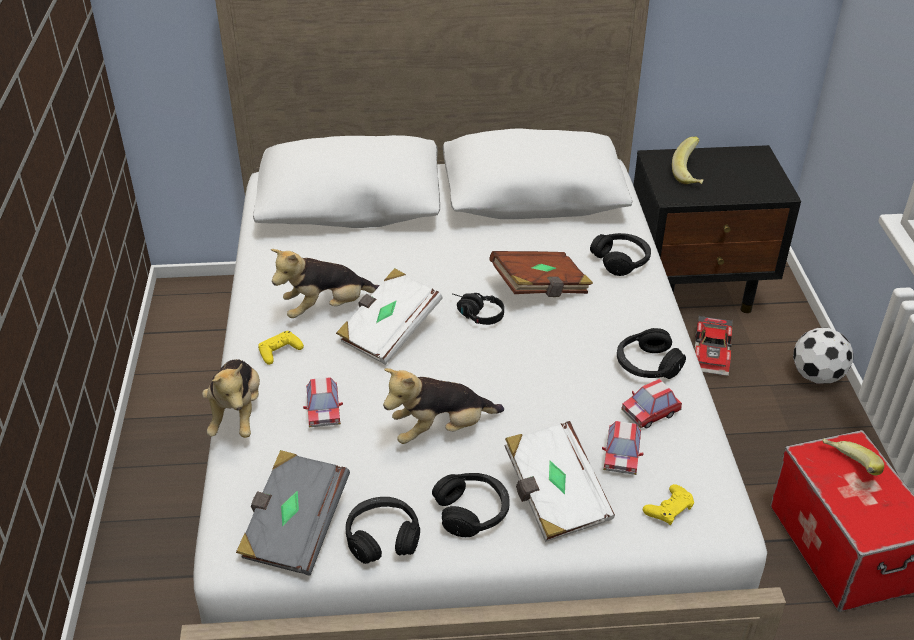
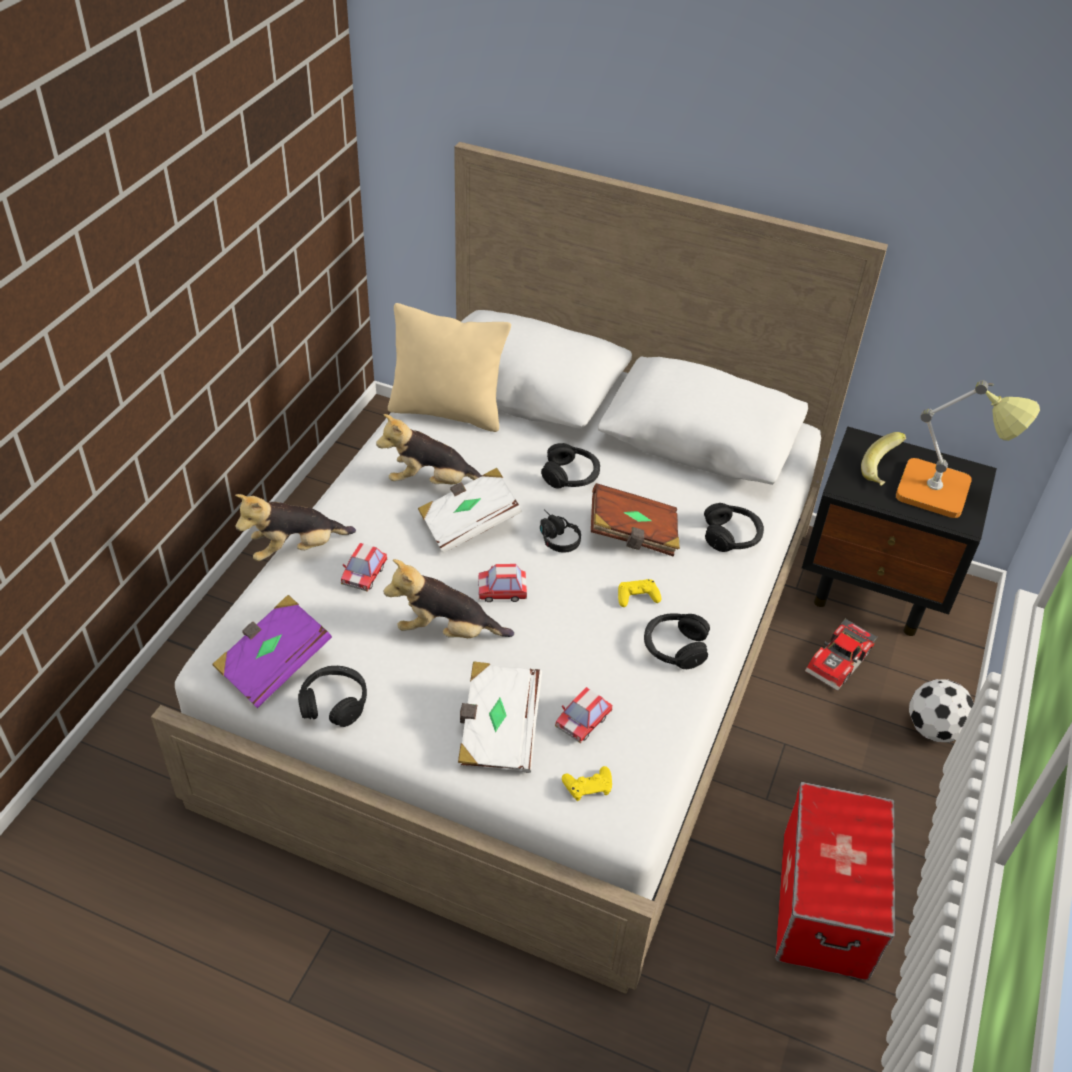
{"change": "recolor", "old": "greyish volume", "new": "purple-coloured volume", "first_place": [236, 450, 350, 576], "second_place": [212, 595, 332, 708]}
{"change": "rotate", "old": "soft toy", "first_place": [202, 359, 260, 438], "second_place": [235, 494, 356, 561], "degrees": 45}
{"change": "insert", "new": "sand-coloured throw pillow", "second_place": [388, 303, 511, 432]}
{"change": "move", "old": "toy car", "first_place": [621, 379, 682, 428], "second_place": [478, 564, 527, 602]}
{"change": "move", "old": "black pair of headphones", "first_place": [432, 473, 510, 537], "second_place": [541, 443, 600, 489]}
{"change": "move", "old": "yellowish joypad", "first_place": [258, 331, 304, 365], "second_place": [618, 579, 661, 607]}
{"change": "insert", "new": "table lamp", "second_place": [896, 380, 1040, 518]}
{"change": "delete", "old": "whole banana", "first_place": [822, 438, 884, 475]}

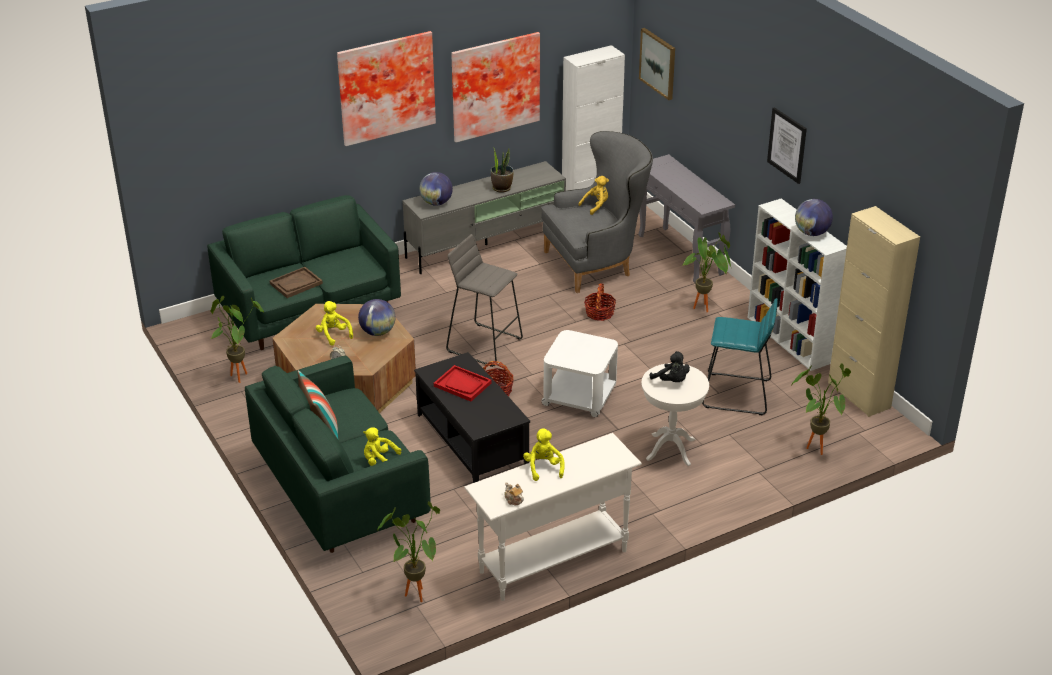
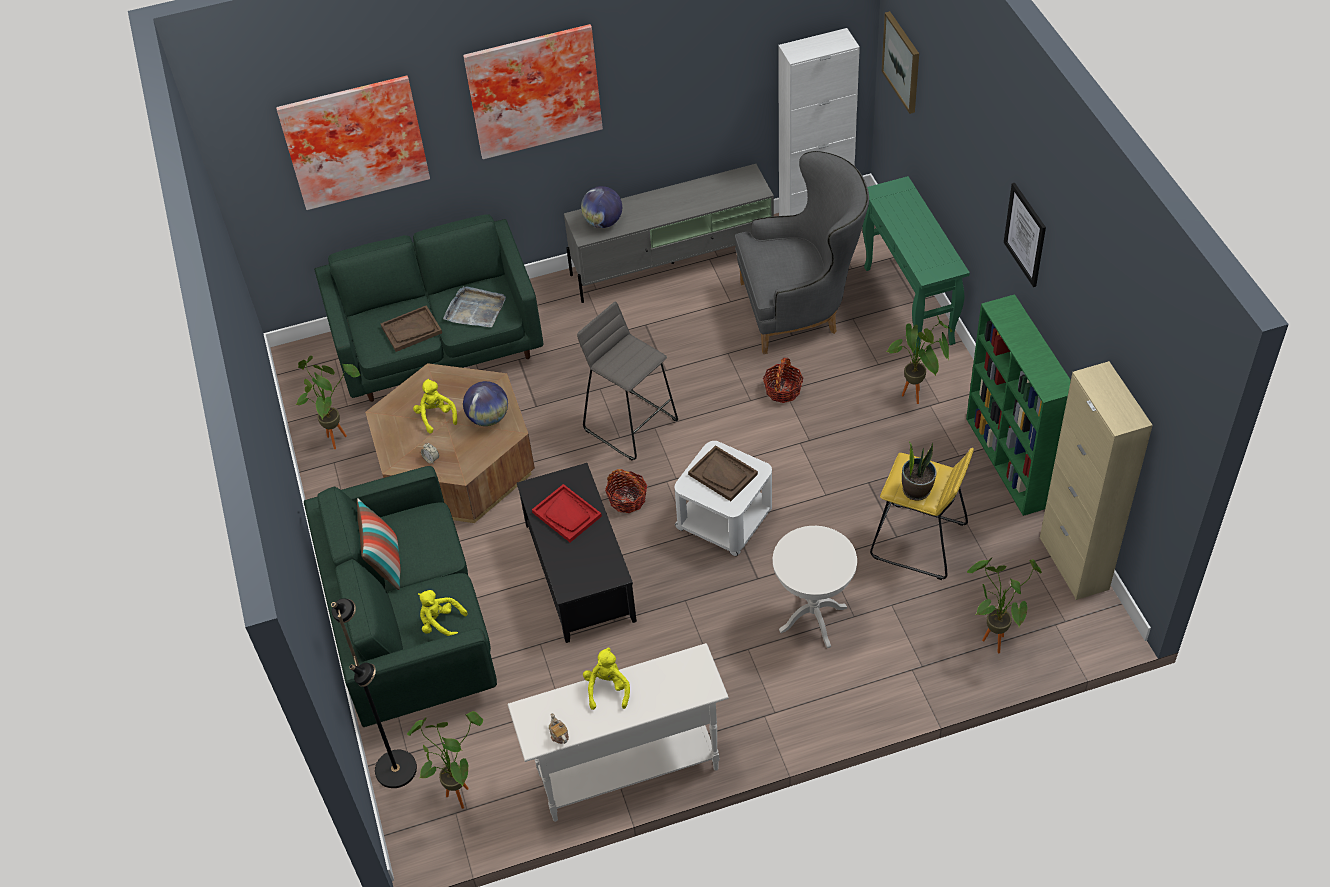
{"change": "move", "old": "wall picture", "first_place": [451, 32, 540, 142], "second_place": [276, 76, 430, 210]}
{"change": "insert", "new": "black standing lamp", "second_place": [331, 598, 417, 788]}
{"change": "insert", "new": "greyish tray", "second_place": [443, 286, 506, 327]}
{"change": "insert", "new": "brownish tray", "second_place": [688, 445, 758, 501]}
{"change": "recolor", "old": "greyish console table", "new": "greenish console table", "first_place": [638, 154, 735, 284], "second_place": [862, 176, 970, 355]}
{"change": "recolor", "old": "turquoise stool seat", "new": "yellowish stool seat", "first_place": [702, 298, 778, 415], "second_place": [870, 448, 974, 580]}
{"change": "move", "old": "houseplant", "first_place": [491, 147, 514, 193], "second_place": [902, 441, 937, 501]}
{"change": "recolor", "old": "white bookshelf", "new": "greenish bookshelf", "first_place": [748, 198, 847, 371], "second_place": [966, 294, 1071, 516]}
{"change": "delete", "old": "yellowish soft toy", "first_place": [578, 176, 609, 215]}
{"change": "delete", "old": "black soft toy", "first_place": [650, 351, 690, 382]}
{"change": "delete", "old": "world globe", "first_place": [795, 199, 833, 236]}

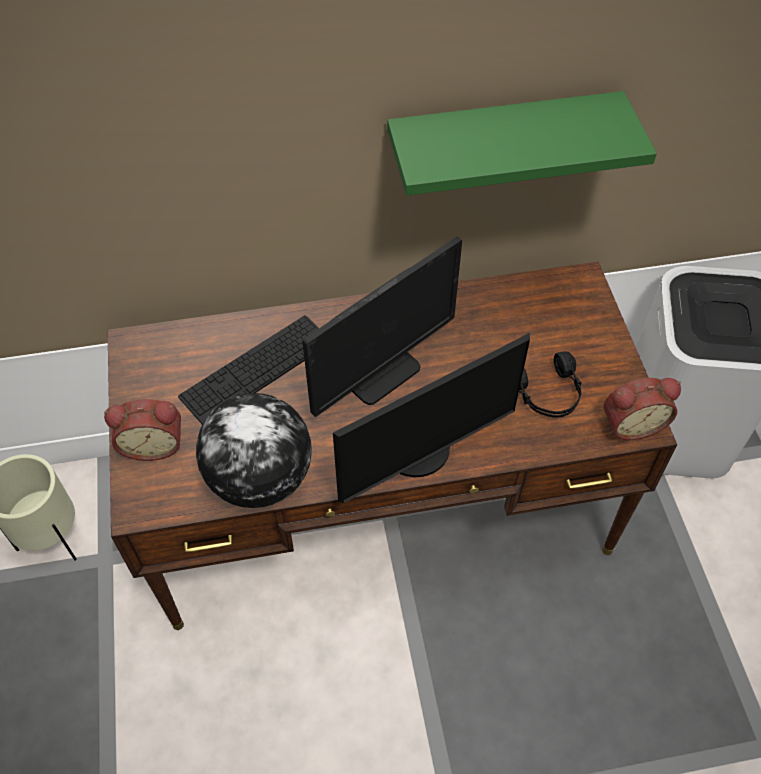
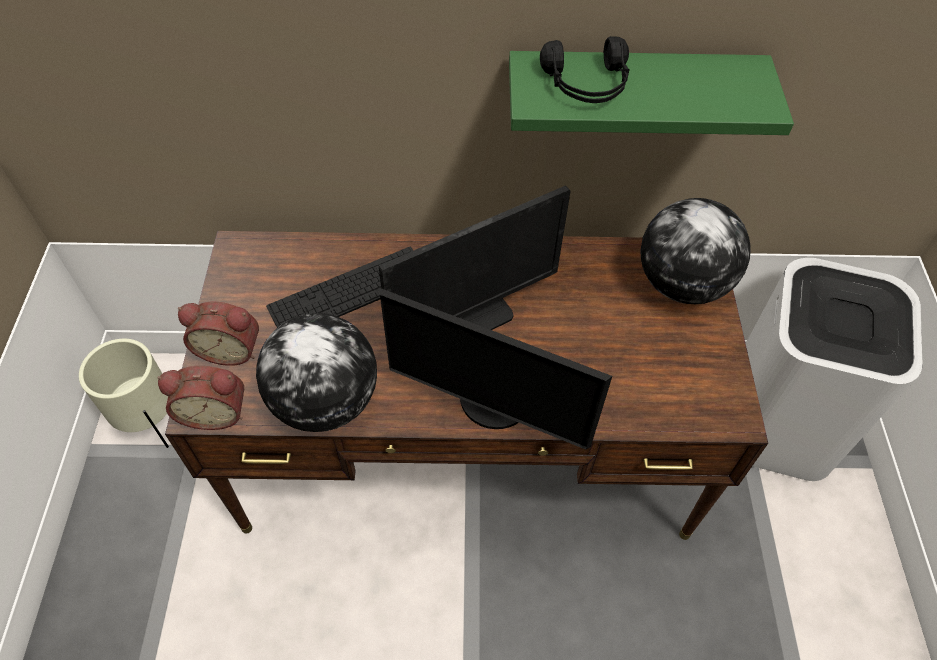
{"change": "move", "old": "alarm clock", "first_place": [603, 378, 681, 440], "second_place": [157, 366, 244, 430]}
{"change": "rotate", "old": "computer screen", "first_place": [333, 333, 530, 503], "second_place": [379, 288, 612, 450], "degrees": 45}
{"change": "move", "old": "black pair of headphones", "first_place": [519, 352, 582, 418], "second_place": [540, 36, 630, 103]}
{"change": "insert", "new": "world globe", "second_place": [640, 198, 750, 304]}

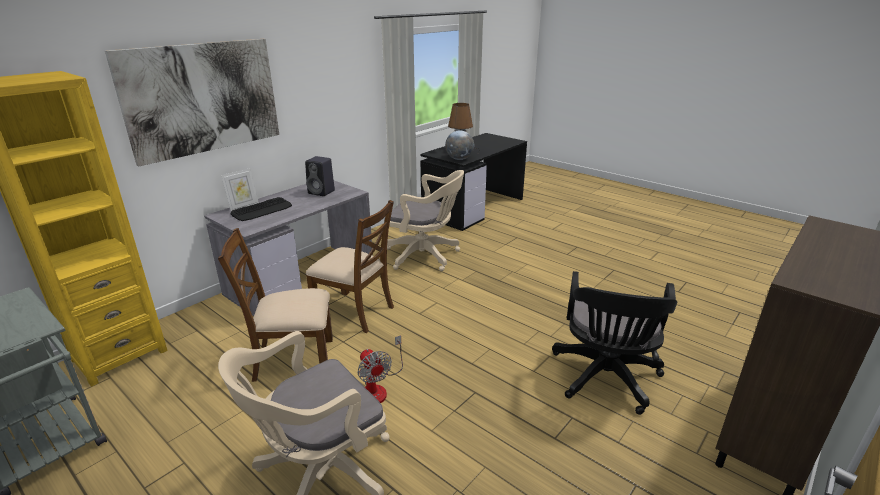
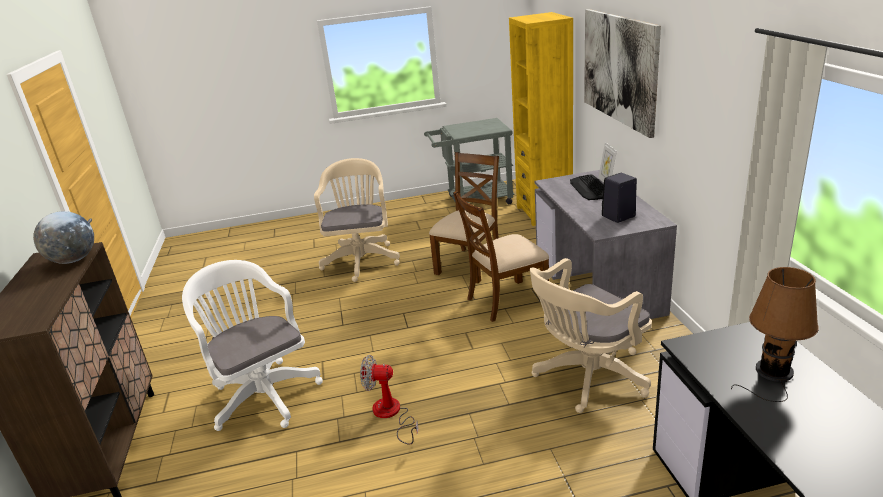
{"change": "move", "old": "world globe", "first_place": [445, 130, 474, 160], "second_place": [33, 211, 94, 264]}
{"change": "recolor", "old": "black office chair", "new": "white office chair", "first_place": [552, 271, 677, 415], "second_place": [182, 260, 323, 431]}
{"change": "move", "old": "cooling fan", "first_place": [357, 335, 403, 403], "second_place": [360, 355, 419, 445]}

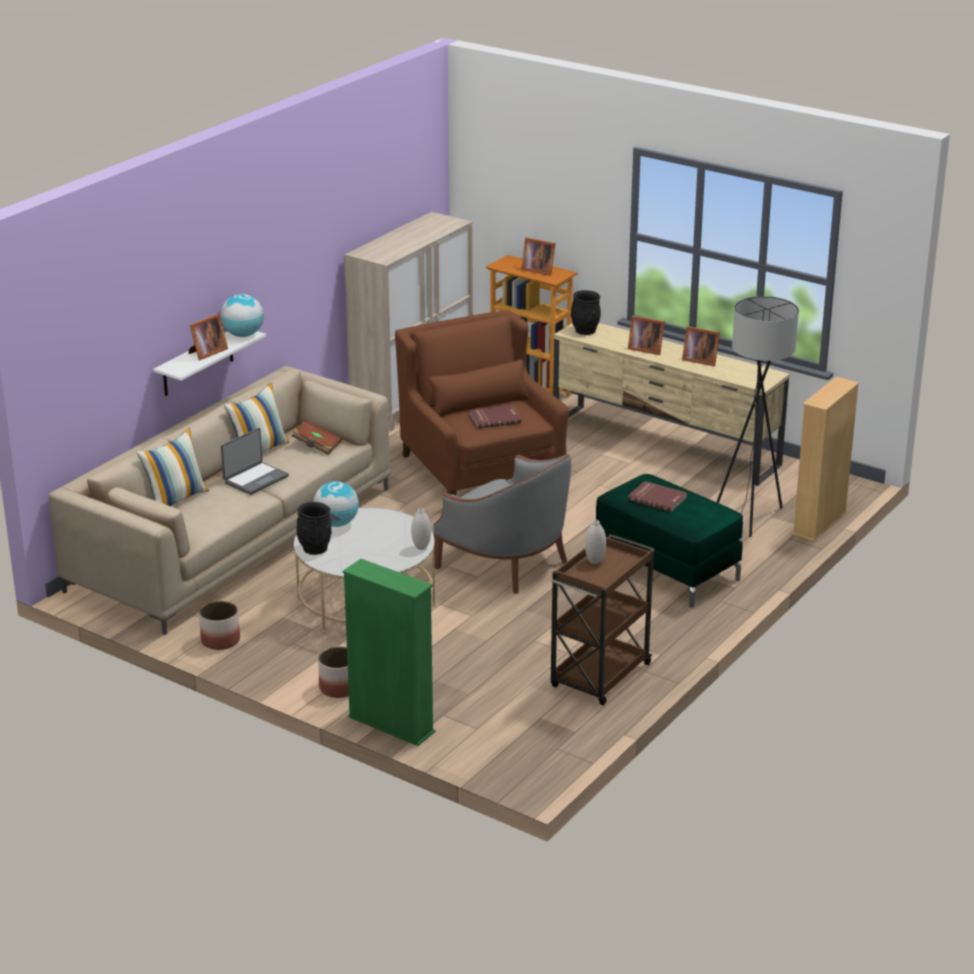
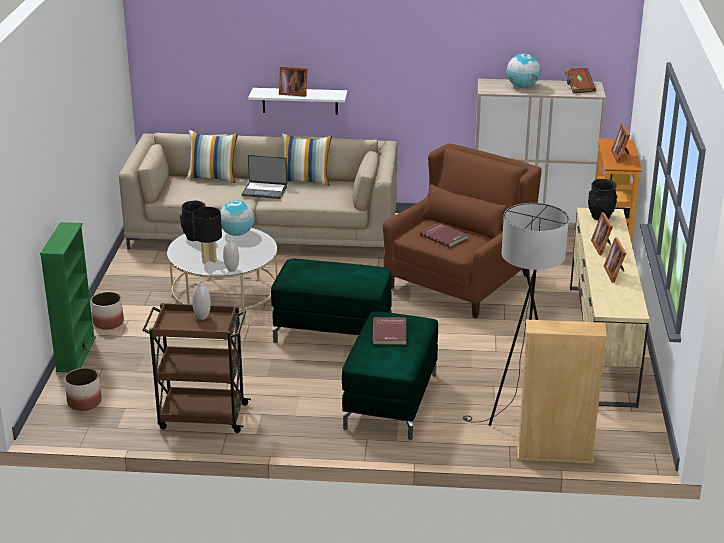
{"change": "move", "old": "planter", "first_place": [199, 601, 240, 650], "second_place": [65, 368, 102, 411]}
{"change": "insert", "new": "black table lamp", "second_place": [192, 207, 222, 264]}
{"change": "replace", "old": "greyish easy chair", "new": "greenish pouffe", "first_place": [434, 454, 571, 594], "second_place": [271, 259, 392, 343]}
{"change": "move", "old": "world globe", "first_place": [221, 294, 264, 337], "second_place": [507, 54, 541, 88]}
{"change": "move", "old": "brownish volume", "first_place": [292, 420, 342, 455], "second_place": [565, 68, 596, 93]}

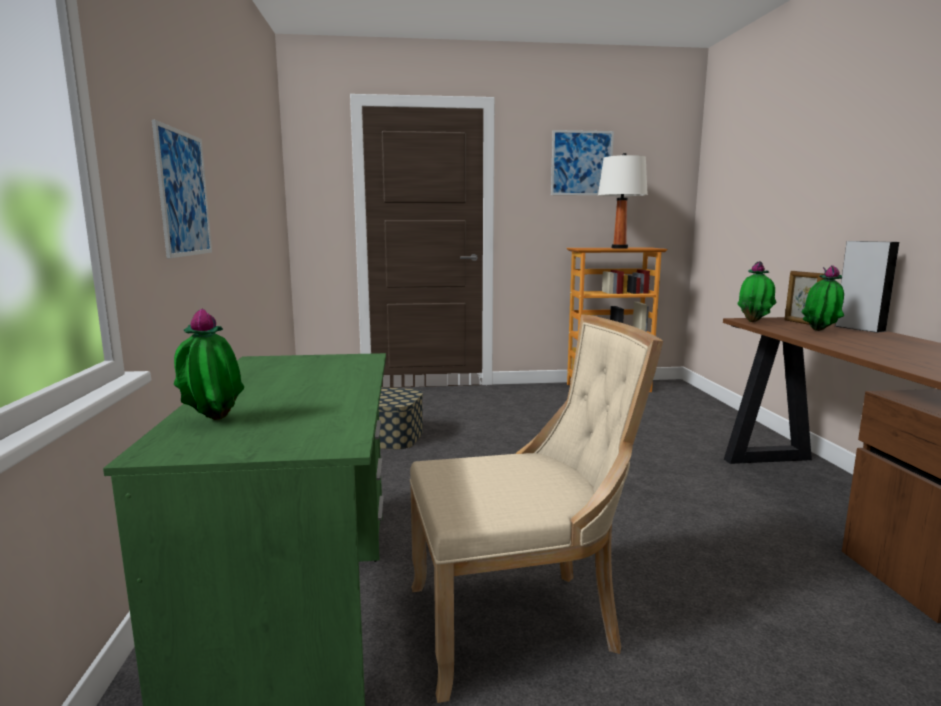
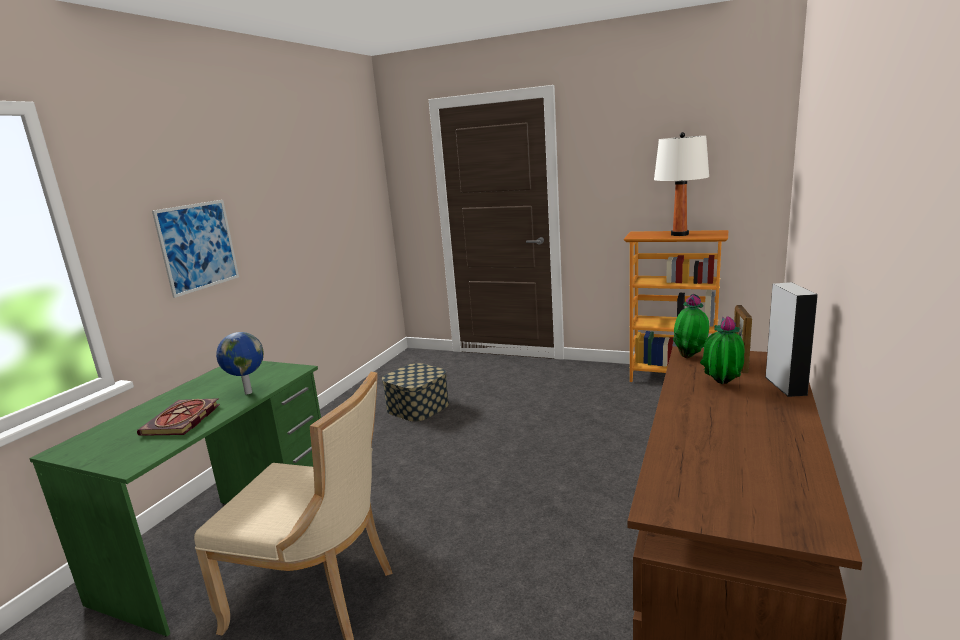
{"change": "insert", "new": "volume", "second_place": [137, 398, 220, 436]}
{"change": "insert", "new": "world globe", "second_place": [216, 332, 264, 394]}
{"change": "delete", "old": "houseplant", "first_place": [174, 309, 244, 420]}
{"change": "delete", "old": "wall picture", "first_place": [551, 130, 614, 195]}

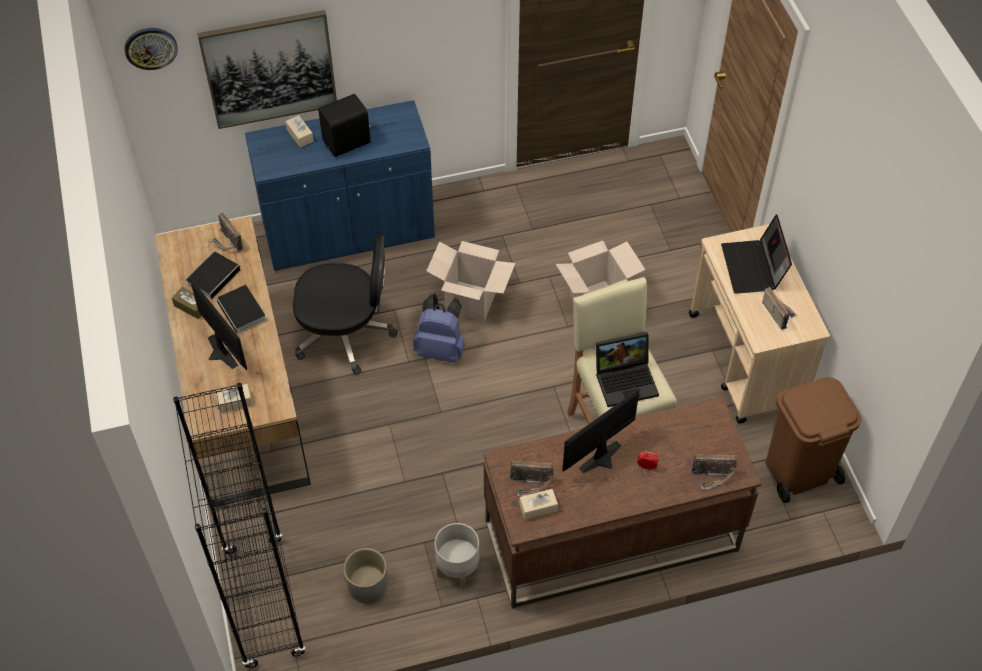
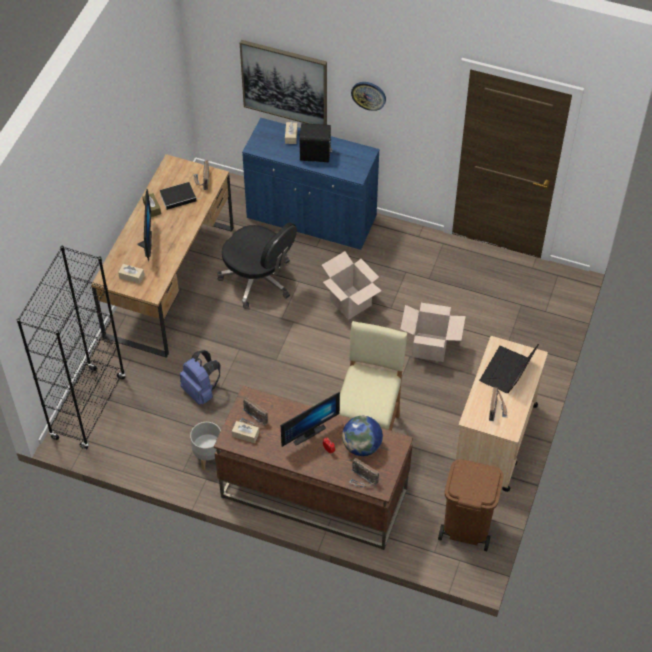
{"change": "move", "old": "blue knapsack", "first_place": [413, 293, 465, 363], "second_place": [180, 350, 221, 405]}
{"change": "rotate", "old": "computer screen", "first_place": [562, 389, 640, 473], "second_place": [281, 392, 340, 447], "degrees": 150}
{"change": "insert", "new": "world globe", "second_place": [342, 416, 383, 456]}
{"change": "move", "old": "wall clock", "first_place": [124, 28, 178, 70], "second_place": [351, 82, 386, 111]}
{"change": "delete", "old": "volume", "first_place": [216, 285, 266, 339]}
{"change": "delete", "old": "greyish planter", "first_place": [343, 548, 388, 604]}
{"change": "delete", "old": "laptop", "first_place": [596, 332, 659, 407]}

